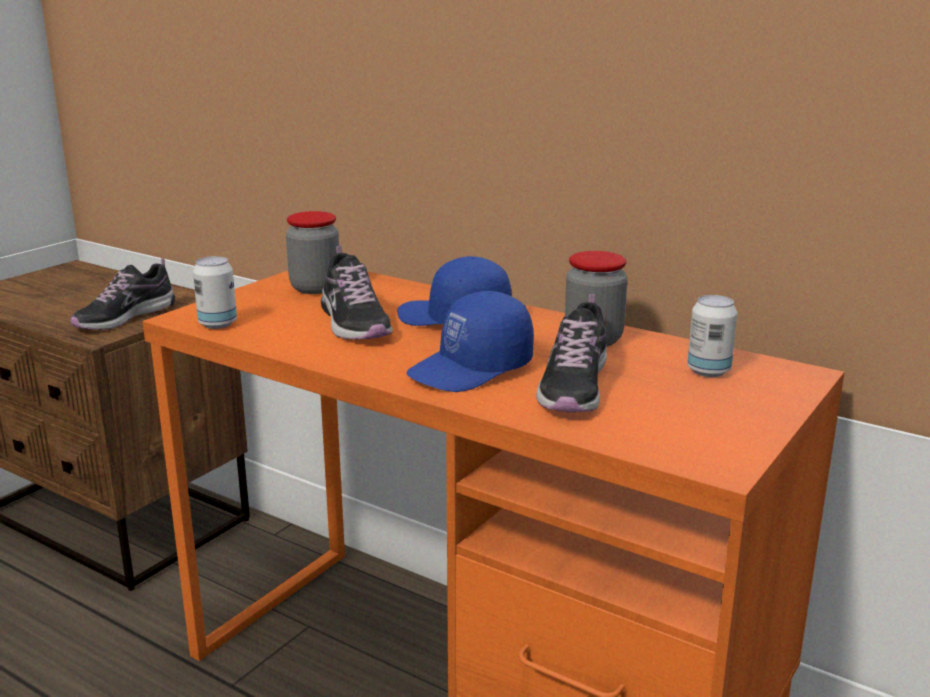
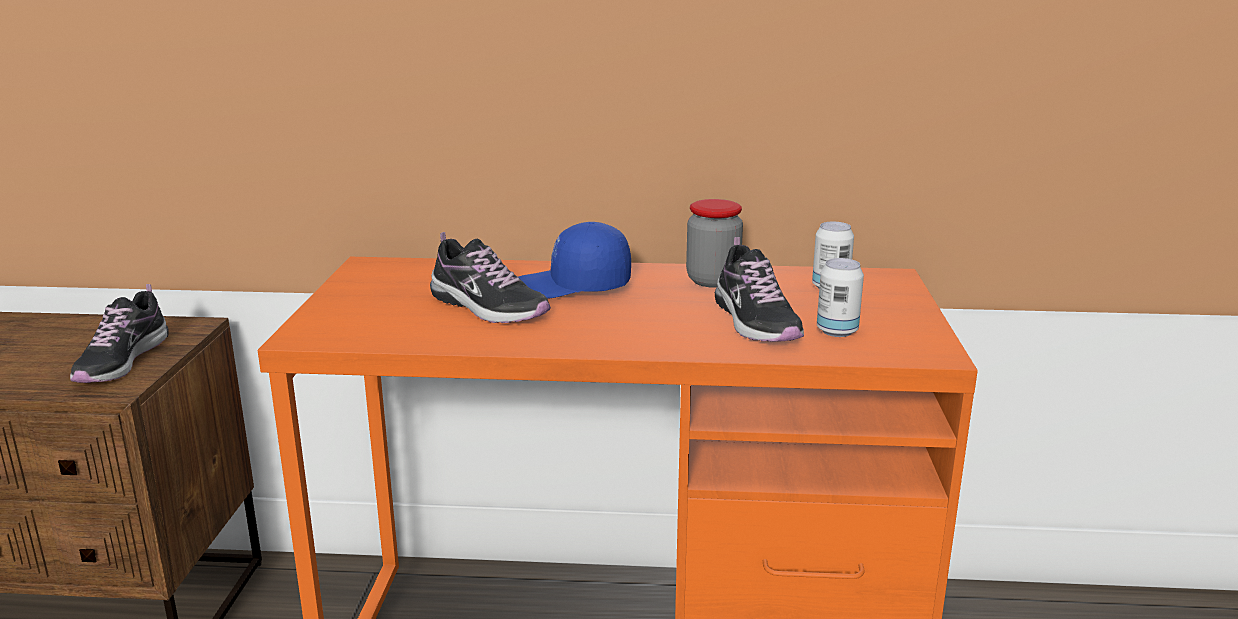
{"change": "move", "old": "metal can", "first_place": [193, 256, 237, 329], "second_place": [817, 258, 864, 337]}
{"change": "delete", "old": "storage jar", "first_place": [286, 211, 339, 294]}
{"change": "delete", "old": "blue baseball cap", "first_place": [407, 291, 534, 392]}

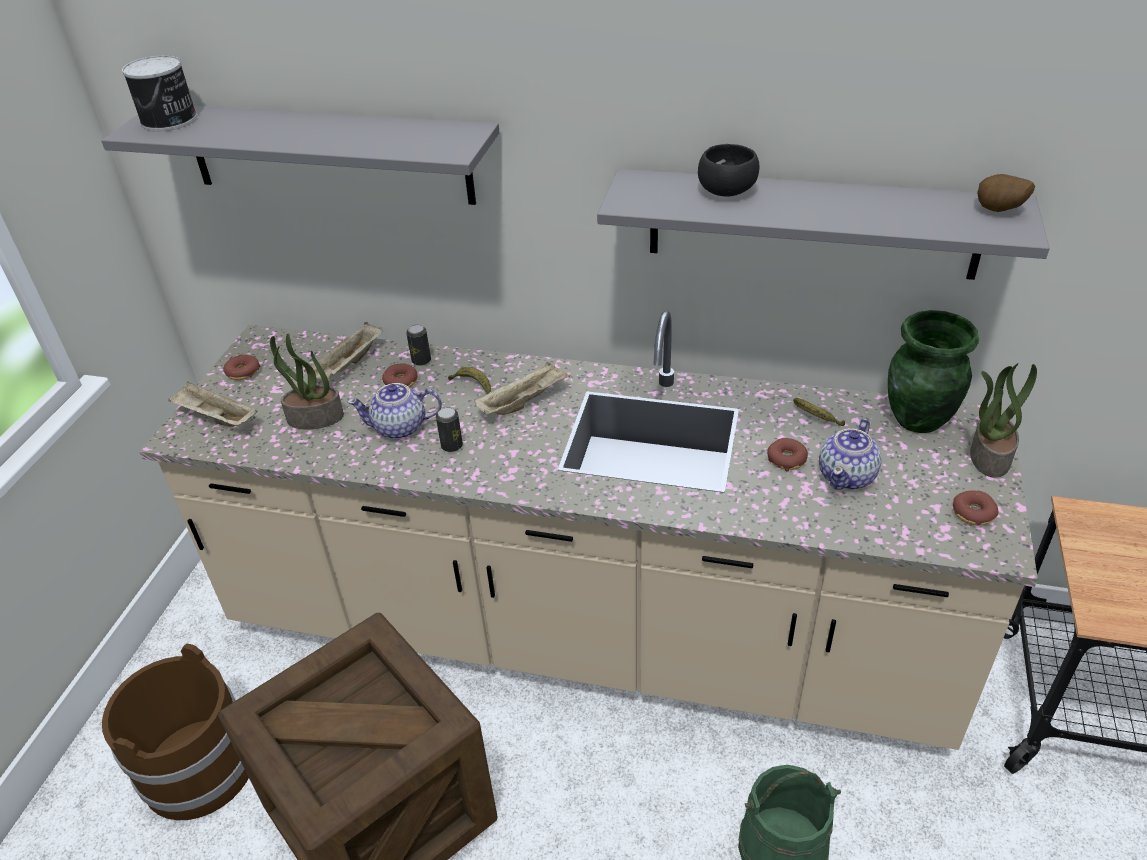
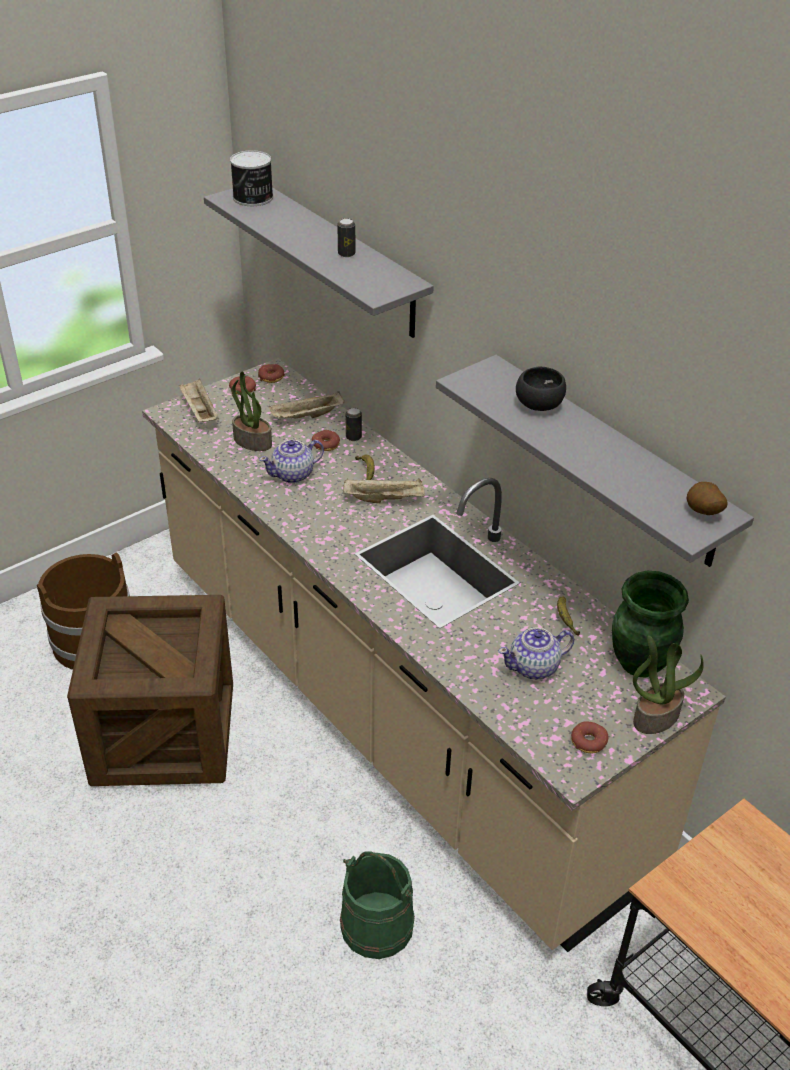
{"change": "move", "old": "doughnut", "first_place": [767, 438, 808, 471], "second_place": [258, 364, 285, 383]}
{"change": "rotate", "old": "tea pot", "first_place": [347, 383, 442, 439], "second_place": [259, 440, 324, 483], "degrees": -60}
{"change": "move", "old": "metal can", "first_place": [436, 407, 463, 452], "second_place": [337, 218, 355, 257]}

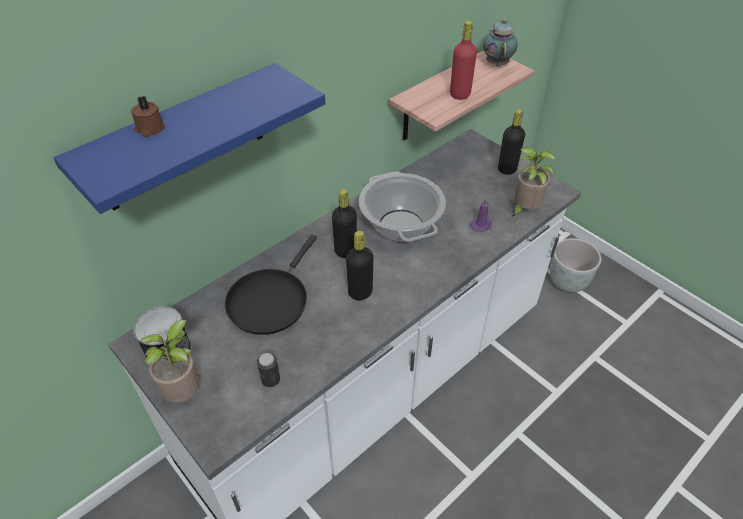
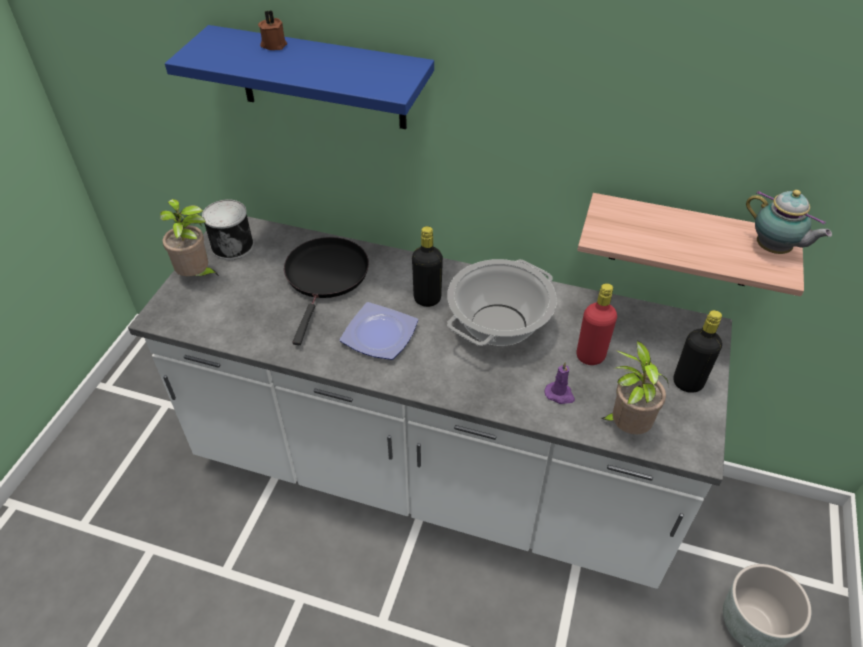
{"change": "rotate", "old": "black pan", "first_place": [225, 235, 317, 335], "second_place": [284, 237, 369, 345], "degrees": 105}
{"change": "replace", "old": "black drink bottle", "new": "plate", "first_place": [346, 231, 373, 300], "second_place": [340, 302, 418, 360]}
{"change": "move", "old": "red drink bottle", "first_place": [450, 21, 477, 100], "second_place": [577, 283, 617, 365]}
{"change": "rotate", "old": "tea pot", "first_place": [483, 18, 518, 66], "second_place": [746, 190, 832, 254], "degrees": 75}
{"change": "delete", "old": "metal can", "first_place": [257, 353, 280, 387]}

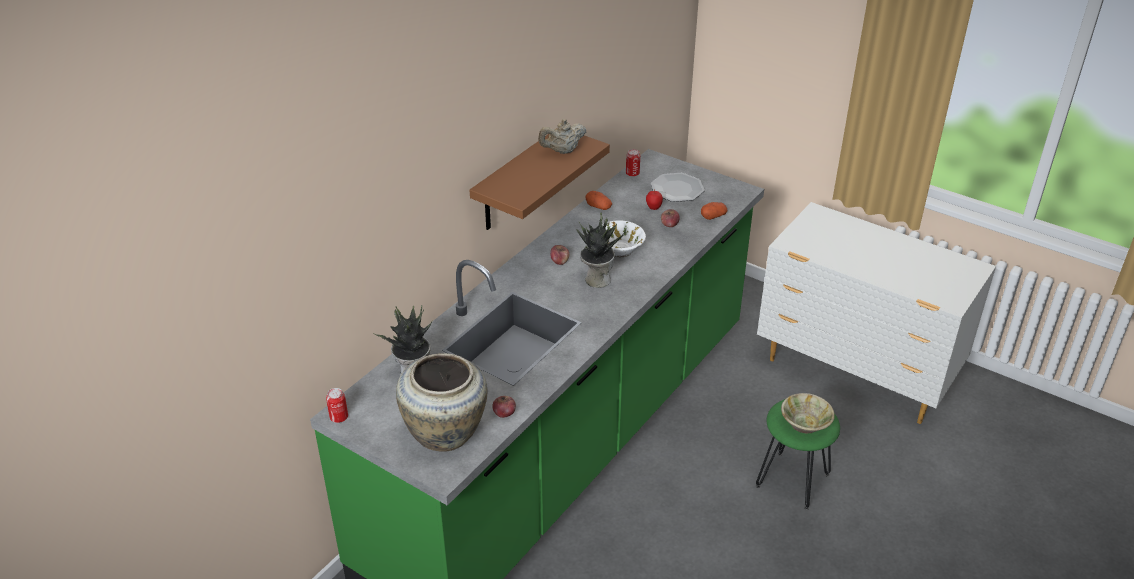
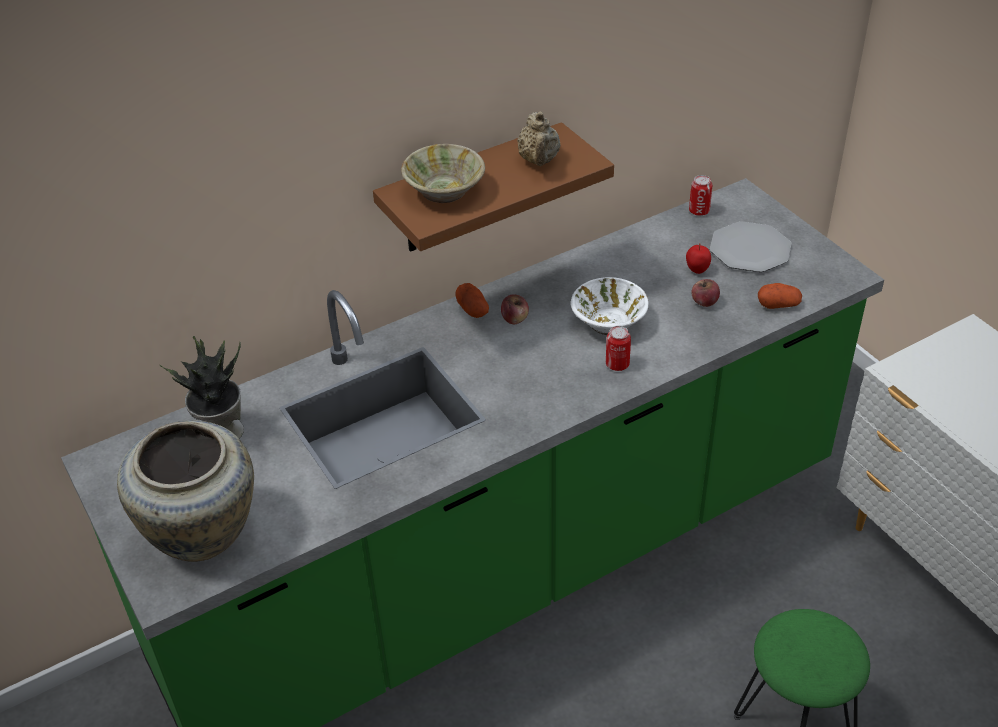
{"change": "move", "old": "sand-coloured serving bowl", "first_place": [781, 393, 835, 433], "second_place": [401, 144, 485, 203]}
{"change": "move", "old": "potato", "first_place": [586, 191, 612, 210], "second_place": [455, 283, 489, 318]}
{"change": "rotate", "old": "sand-coloured tea pot", "first_place": [538, 119, 586, 154], "second_place": [517, 111, 561, 166], "degrees": -90}
{"change": "move", "old": "metal can", "first_place": [326, 388, 348, 423], "second_place": [606, 326, 631, 371]}
{"change": "delete", "old": "apple", "first_place": [492, 396, 516, 418]}
{"change": "delete", "old": "houseplant", "first_place": [576, 213, 626, 288]}

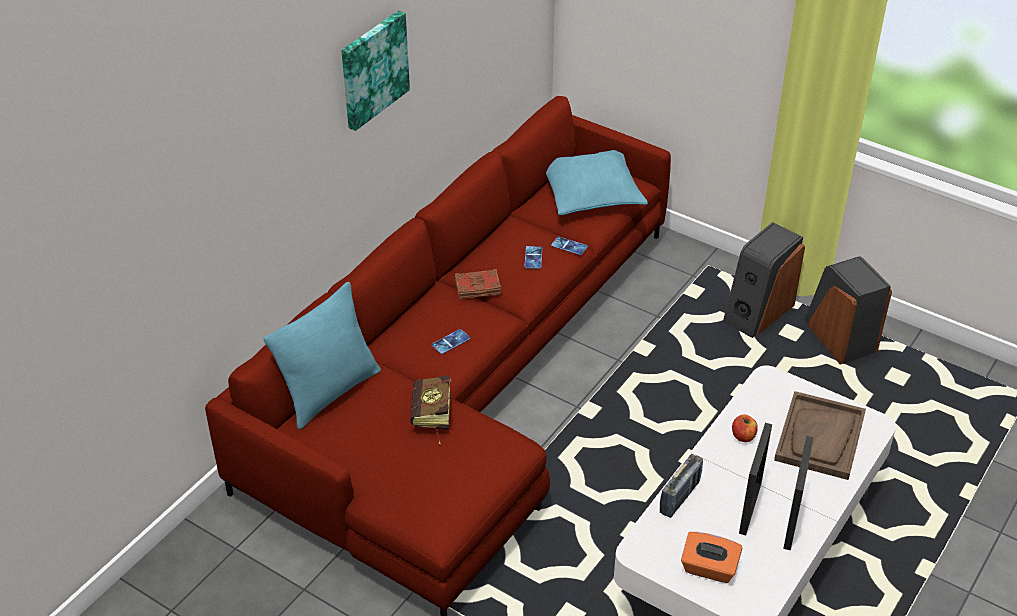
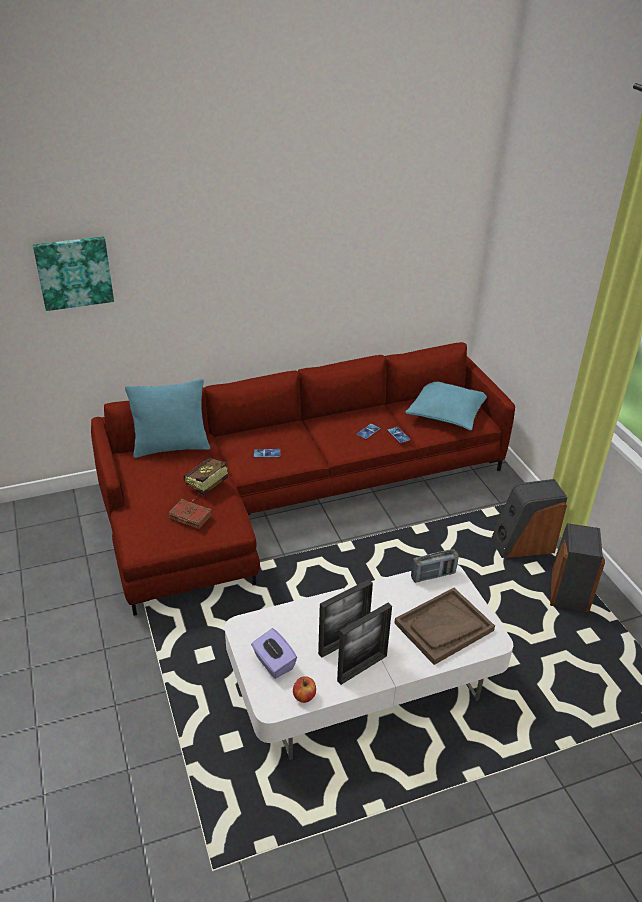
{"change": "move", "old": "wall picture", "first_place": [341, 11, 410, 131], "second_place": [33, 237, 114, 311]}
{"change": "move", "old": "brownish volume", "first_place": [455, 269, 501, 299], "second_place": [169, 499, 212, 529]}
{"change": "recolor", "old": "orange-coloured tissue box", "new": "purple-coloured tissue box", "first_place": [681, 532, 742, 583], "second_place": [251, 628, 297, 679]}
{"change": "move", "old": "apple", "first_place": [732, 415, 758, 442], "second_place": [293, 676, 316, 703]}
{"change": "move", "old": "radio receiver", "first_place": [660, 454, 703, 518], "second_place": [411, 549, 459, 583]}

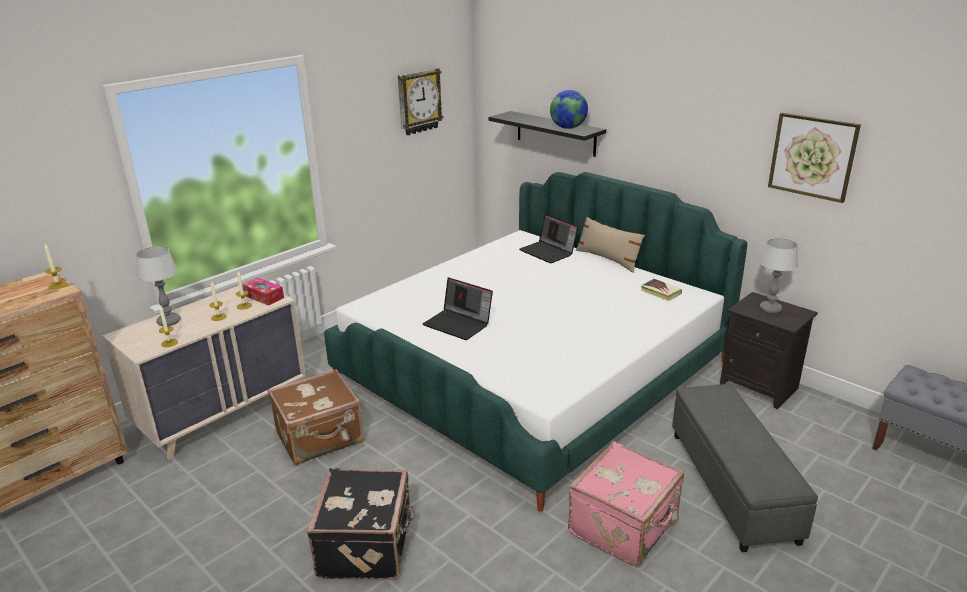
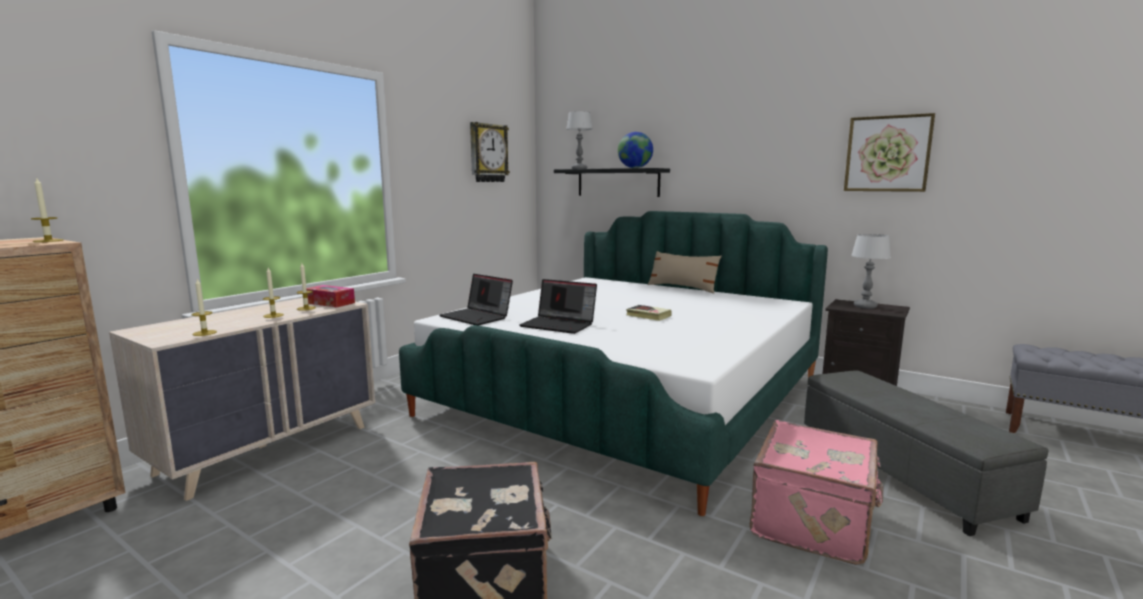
{"change": "move", "old": "laptop", "first_place": [519, 214, 578, 263], "second_place": [439, 274, 513, 325]}
{"change": "move", "old": "table lamp", "first_place": [136, 246, 181, 326], "second_place": [566, 111, 593, 169]}
{"change": "move", "old": "volume", "first_place": [641, 279, 682, 301], "second_place": [626, 305, 672, 321]}
{"change": "delete", "old": "brownish travel case", "first_place": [268, 369, 364, 465]}

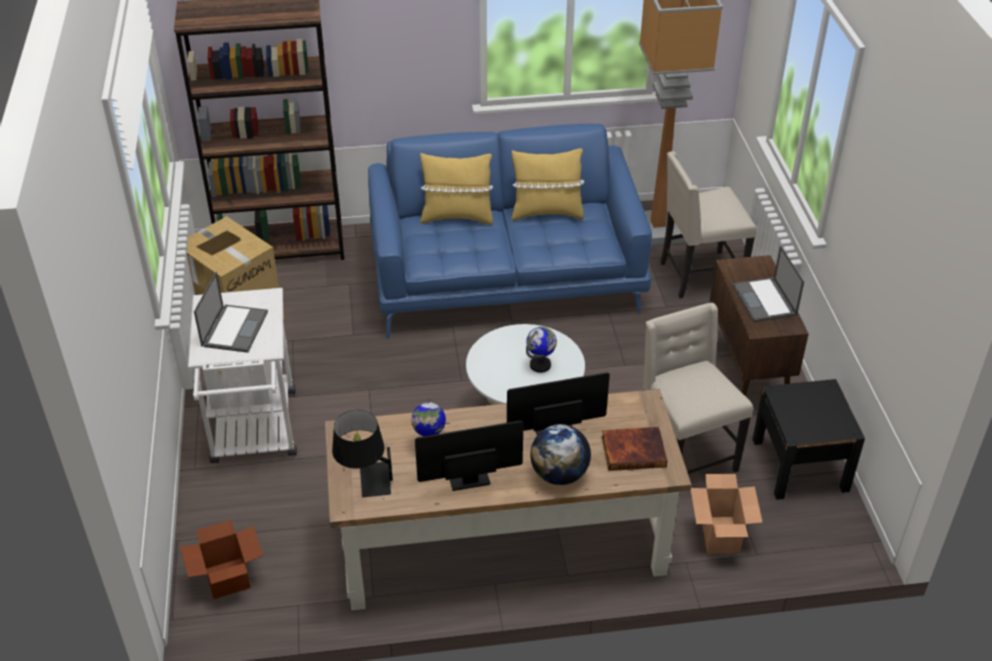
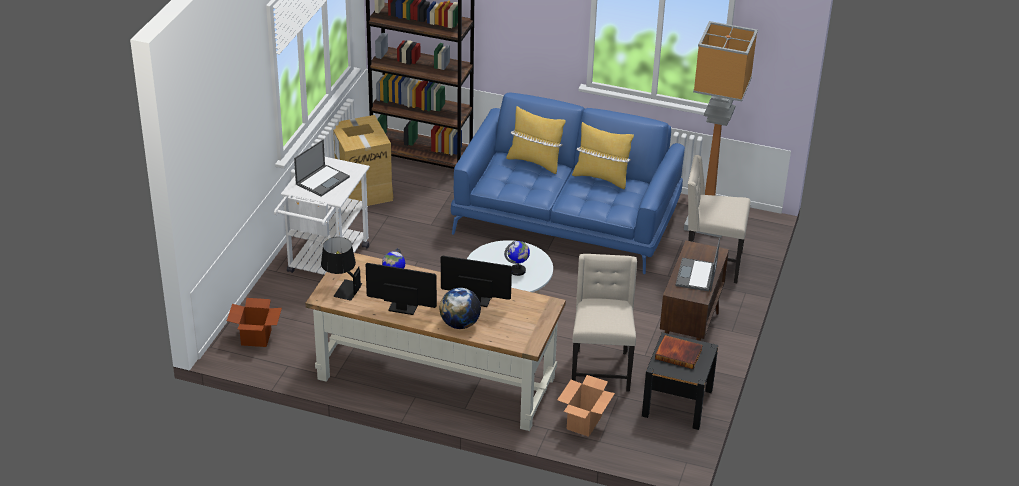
{"change": "move", "old": "volume", "first_place": [602, 427, 667, 471], "second_place": [655, 335, 703, 369]}

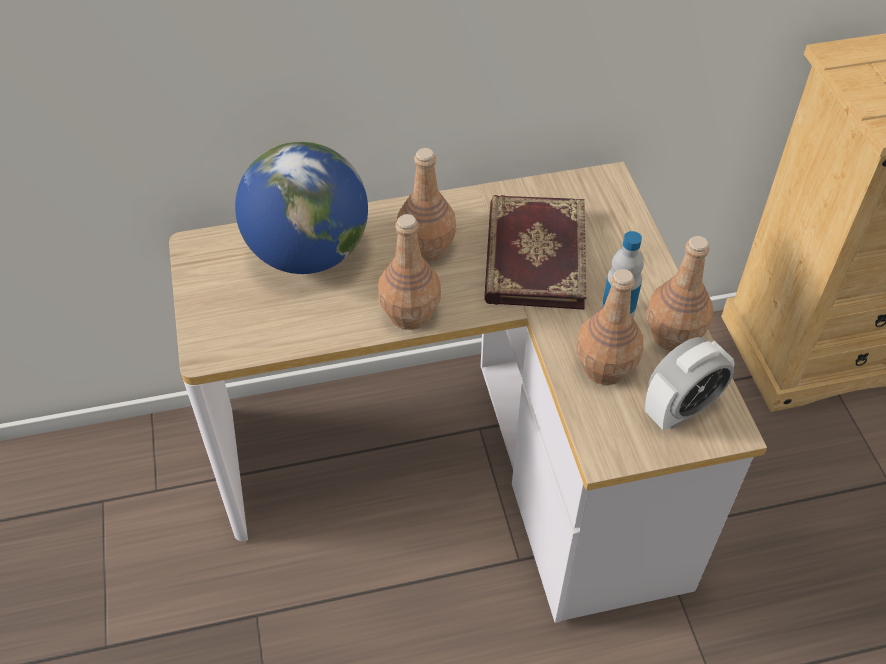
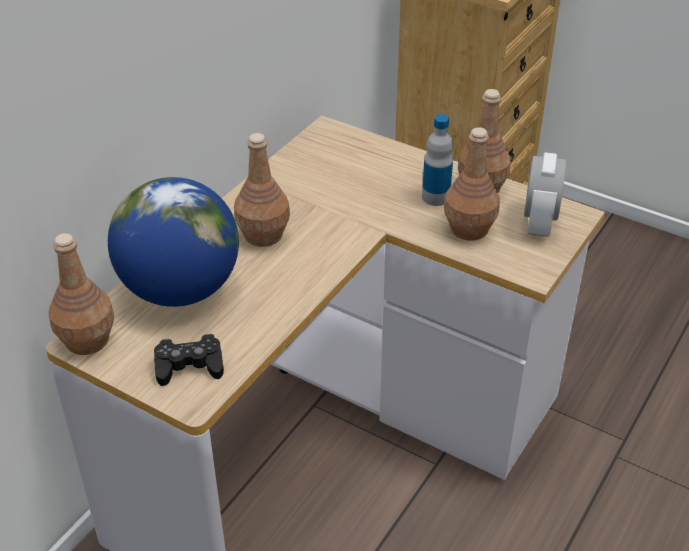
{"change": "move", "old": "brownish drink bottle", "first_place": [378, 214, 441, 330], "second_place": [48, 233, 114, 355]}
{"change": "insert", "new": "black joypad", "second_place": [154, 334, 224, 386]}
{"change": "delete", "old": "volume", "first_place": [484, 195, 586, 310]}

